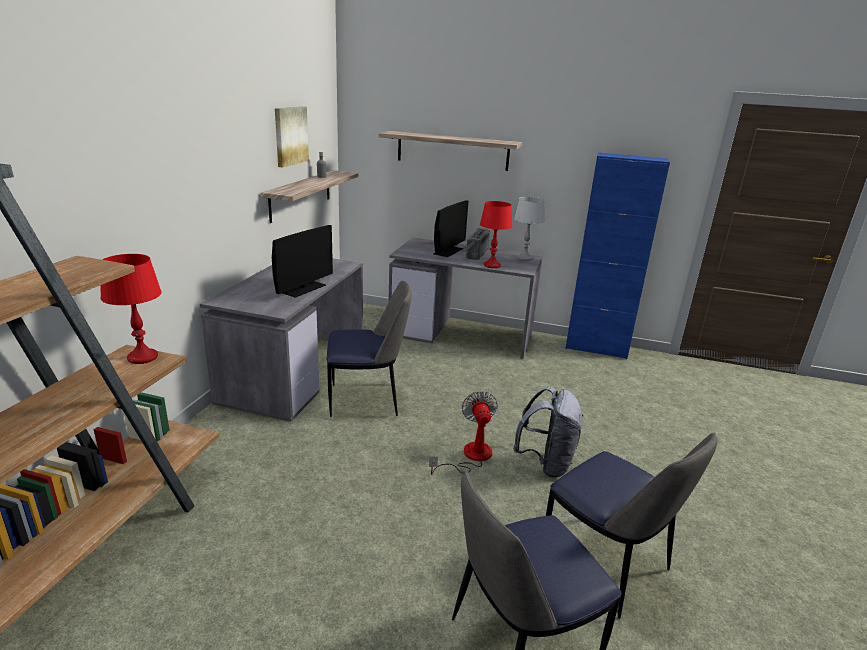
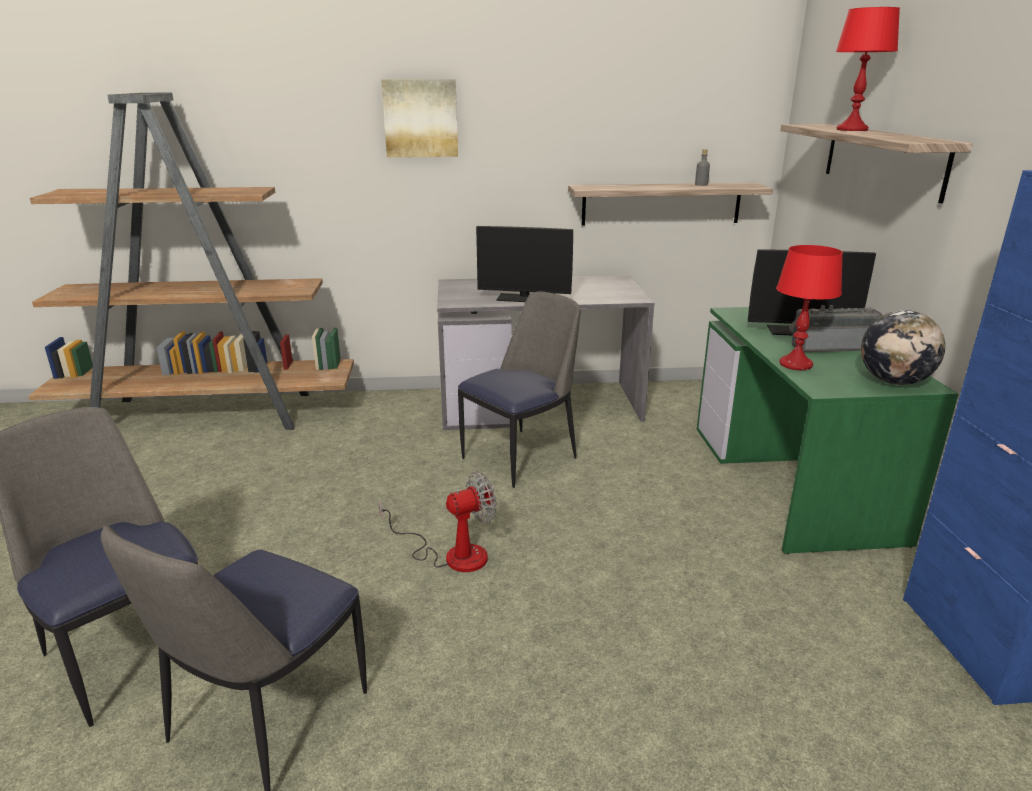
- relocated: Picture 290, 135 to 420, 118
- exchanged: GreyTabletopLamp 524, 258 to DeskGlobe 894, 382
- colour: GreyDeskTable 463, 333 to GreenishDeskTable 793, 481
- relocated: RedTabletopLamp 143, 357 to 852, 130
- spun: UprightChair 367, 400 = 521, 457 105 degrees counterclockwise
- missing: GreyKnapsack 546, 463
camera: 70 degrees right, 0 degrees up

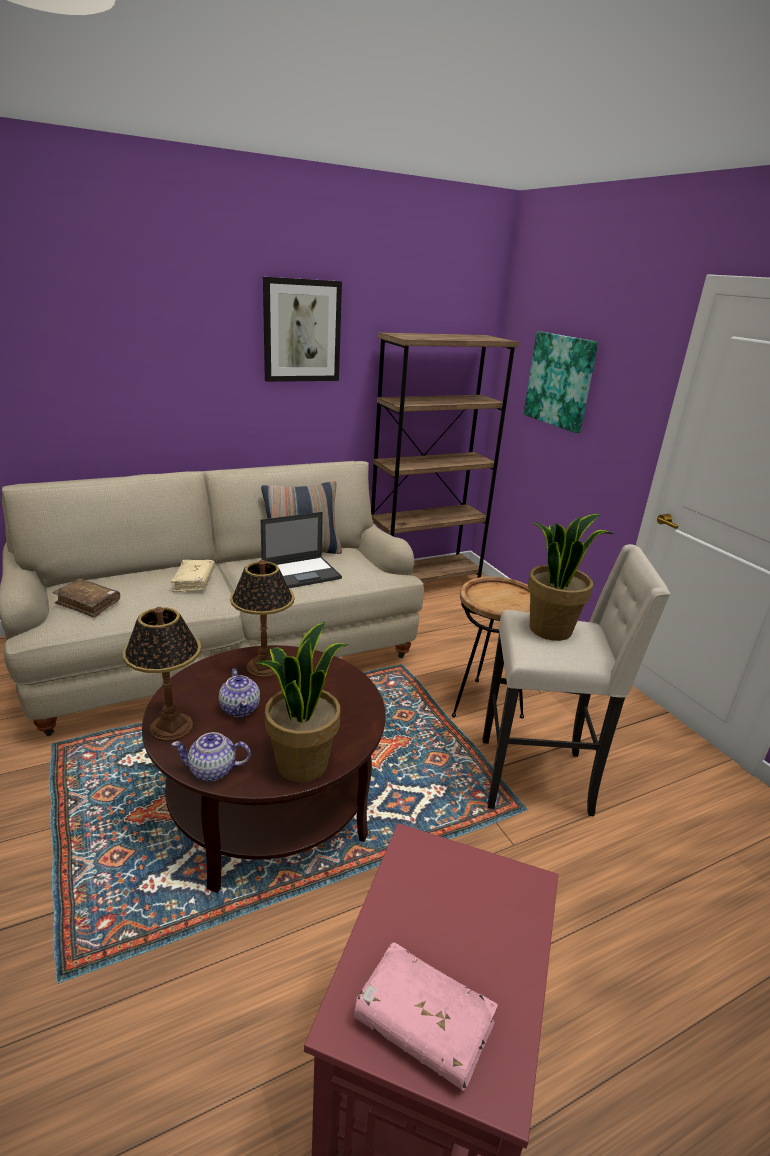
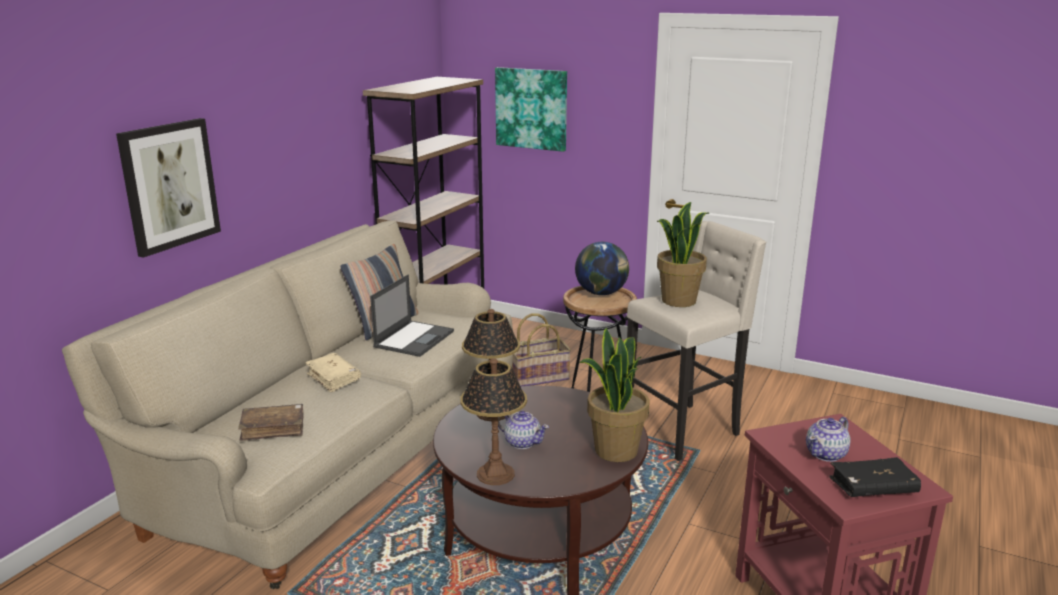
- relocated: Picture 302, 331 to 169, 185
- relocated: TeaPot 213, 770 to 826, 454
- colour: PinkVolume 423, 1023 to BlackishVolume 872, 487
- appeared: DeskGlobe 601, 293
- appeared: HouseholdBasket 538, 377
camera: 35 degrees left, 5 degrees down

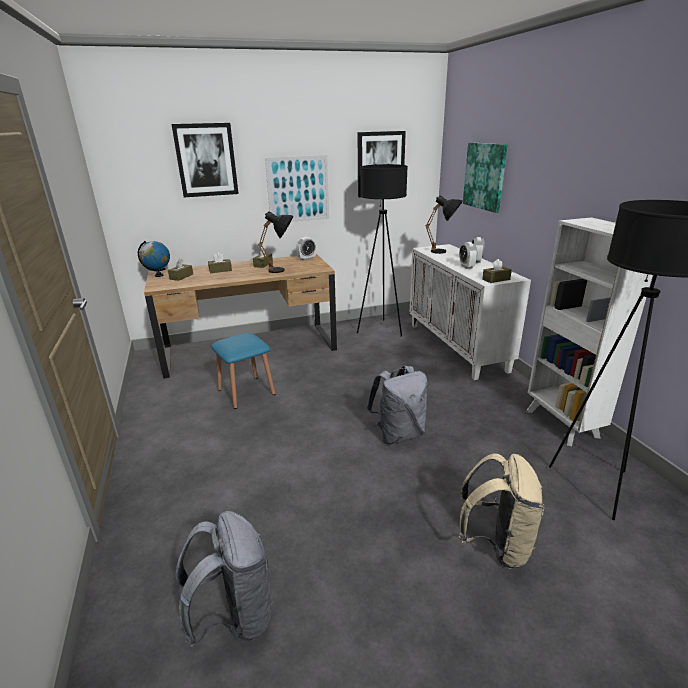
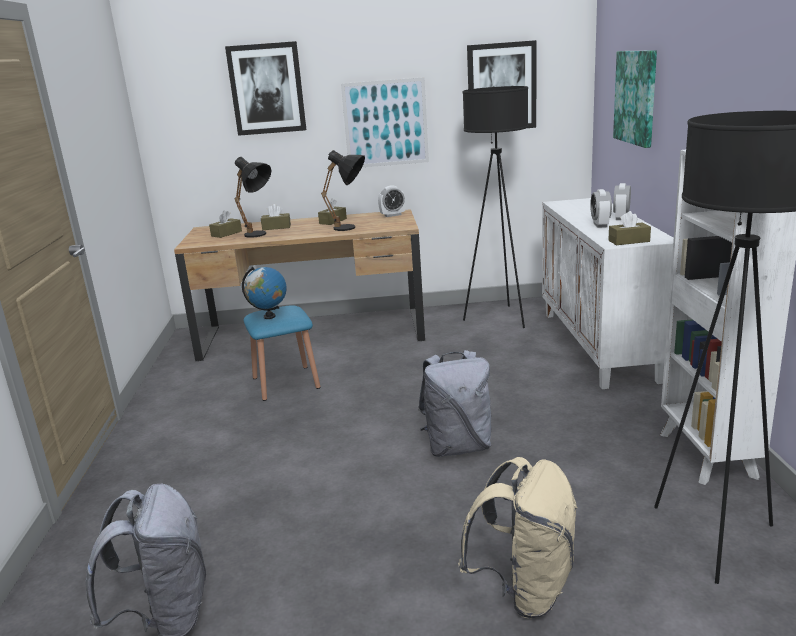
- relocated: BlackishTabletopLamp 444, 252 to 259, 235
- relocated: DeskGlobe 159, 275 to 269, 316
camera: 15 degrees right, 5 degrees down

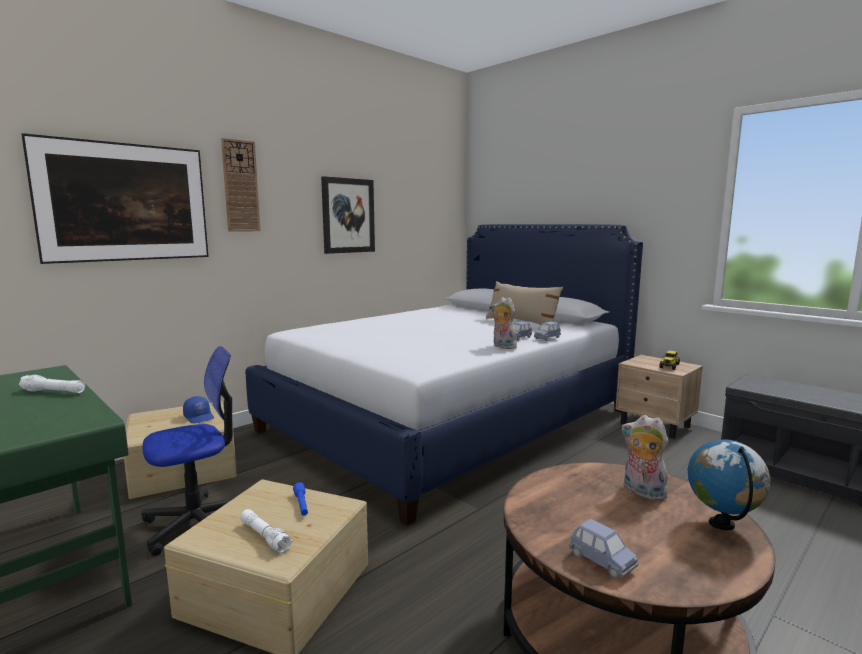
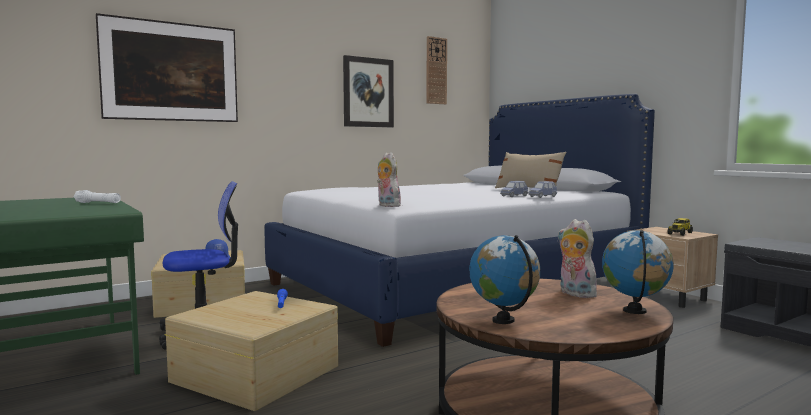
- relocated: WallClock 240, 186 to 436, 71
- relocated: SoftToy 502, 346 to 387, 206
- missing: WhitishHandTorch 264, 537
- exchanged: BlueModelCar 602, 561 to DeskGlobe 503, 320
camera: 10 degrees right, 5 degrees down

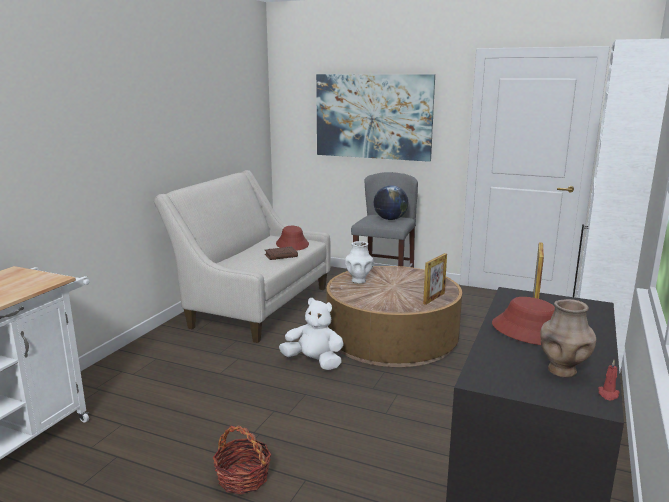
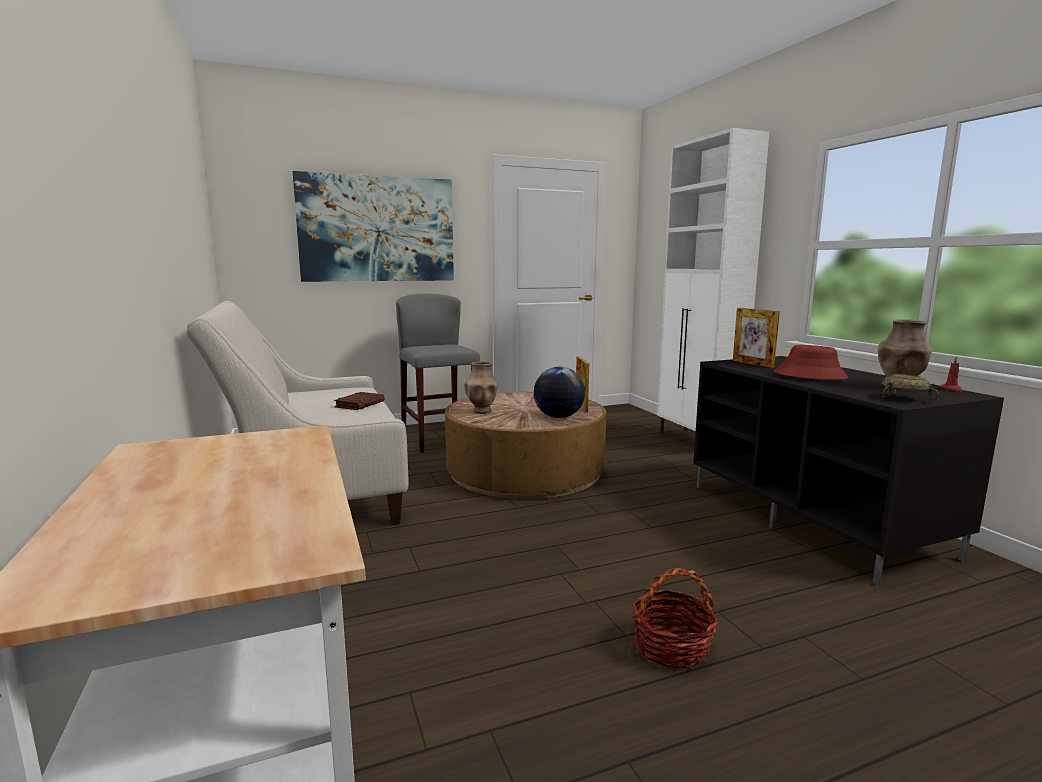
- relocated: DeskGlobe 390, 219 to 558, 417
- missing: RedWearableHat 292, 244
- colour: WhitishFlowerVase 359, 280 to BrownColouredFlowerVase 482, 411
- missing: WhitishSoftToy 314, 362
- appeared: BeigeBowl 904, 398
camera: 45 degrees left, 5 degrees down

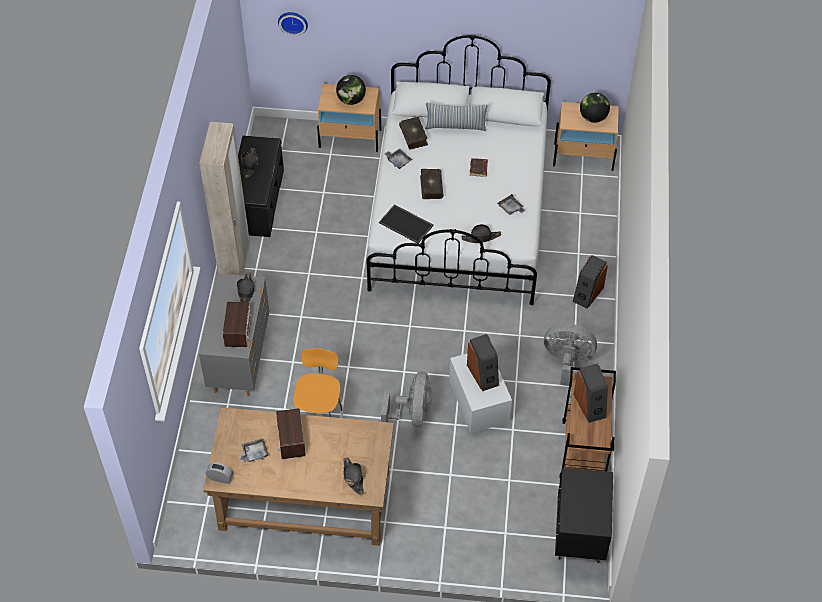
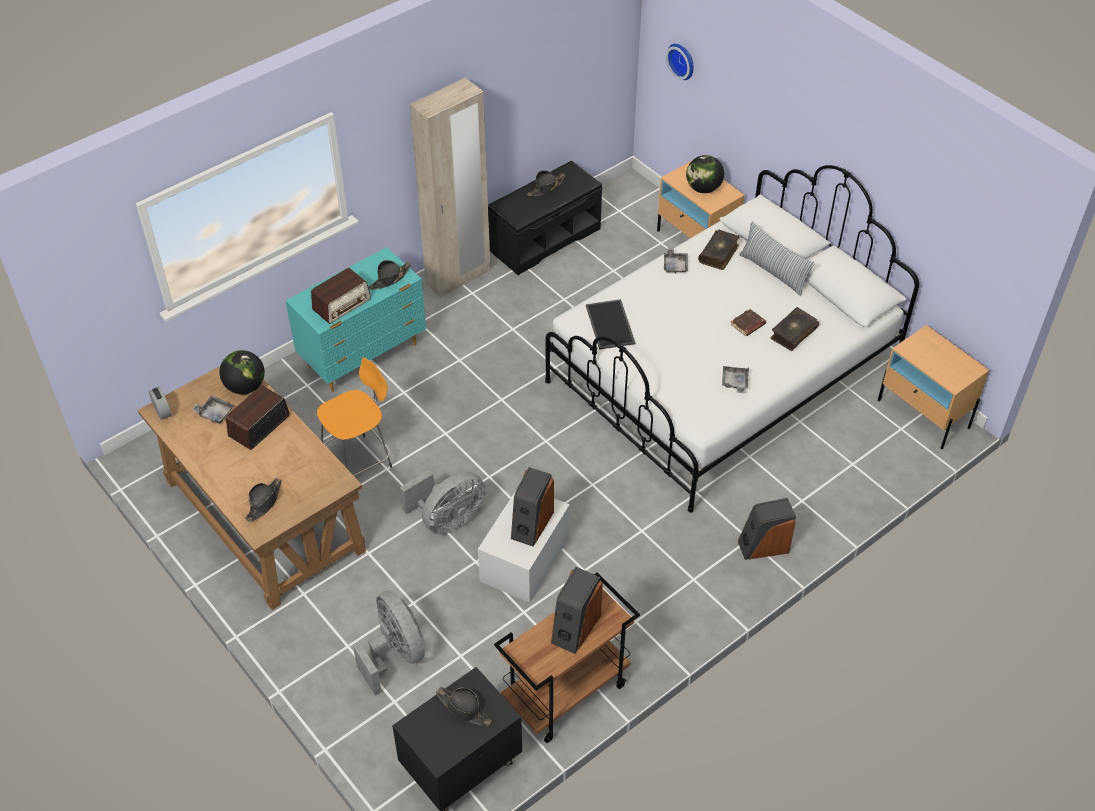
- relocated: DeskGlobe 593, 118 to 245, 387
- relocated: Volume 431, 187 to 793, 333
- relocated: BlackishWearableHat 481, 237 to 464, 709
- colour: GreyDrawerChest 240, 358 to BlueGreenDrawerChest 364, 356
- relocated: GreyFan 568, 364 to 395, 654
camera: 45 degrees right, 5 degrees down

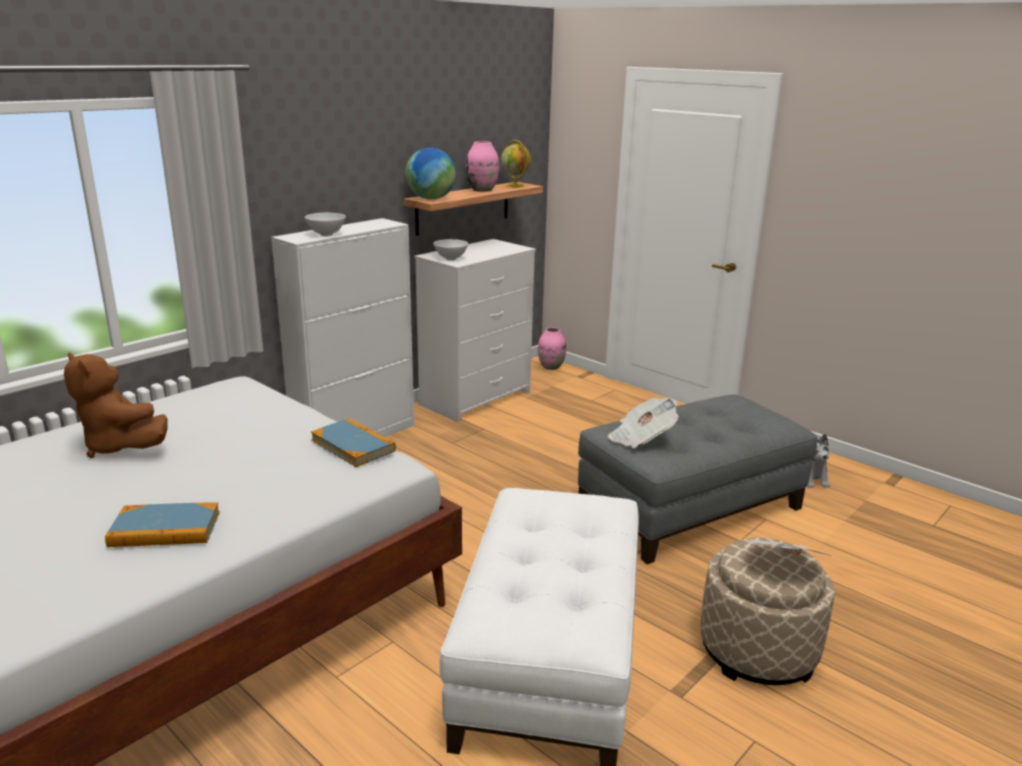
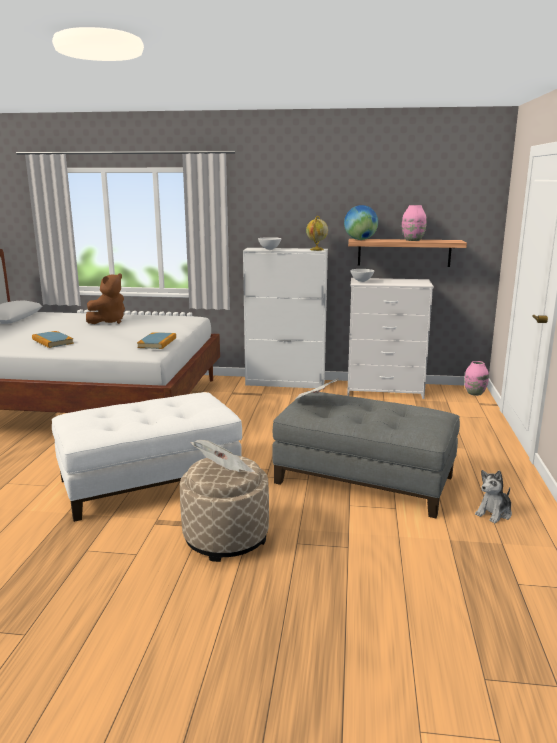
- relocated: DeskGlobe 515, 186 to 316, 250
- spun: BrownColouredSoftToy 120, 446 = 109, 321 150 degrees counterclockwise
camera: 55 degrees right, 5 degrees down

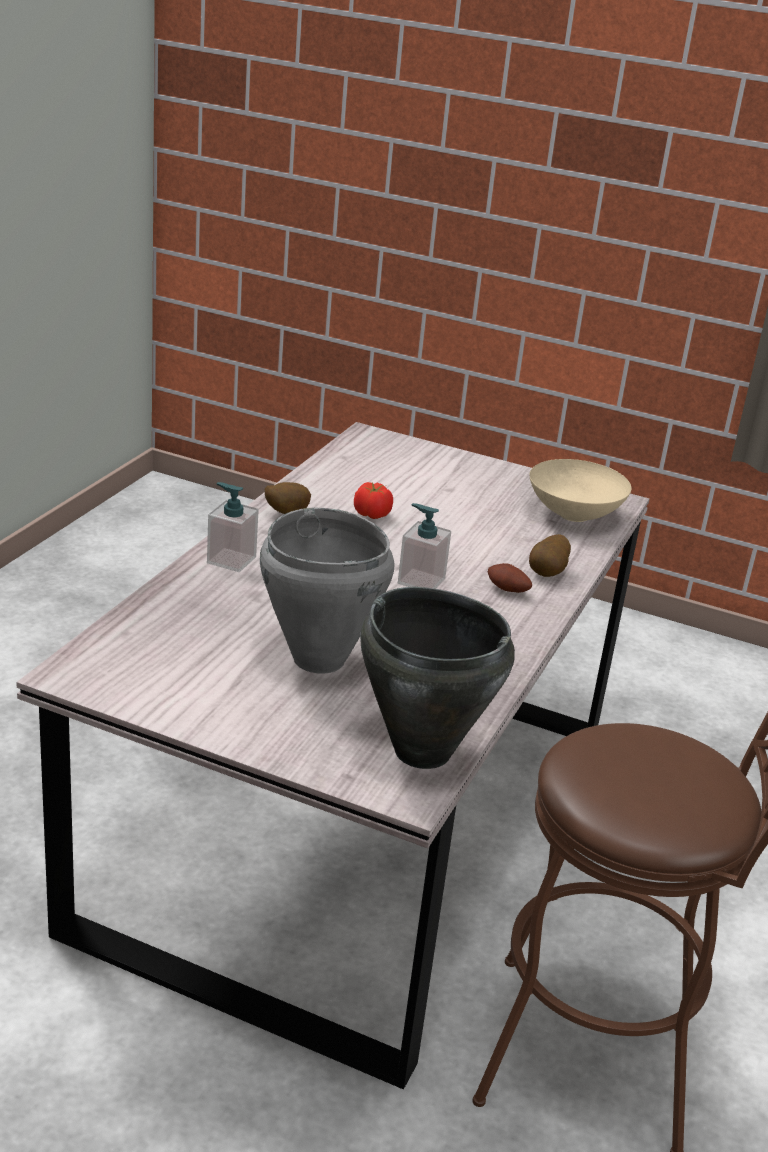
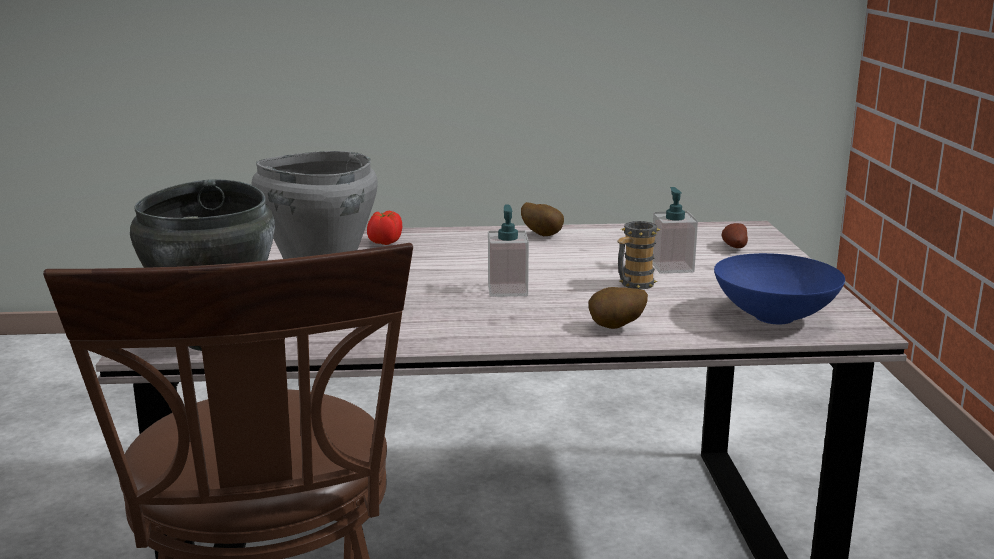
- colour: BeigeBowl 573, 514 to BlueBowl 775, 316
- relocated: SoapBottle 231, 560 to 672, 267
- relocated: FreshTomato 372, 515 to 384, 242
- relocated: WholePotato 507, 590 to 733, 247
- appeared: TeaMug 633, 285
camera: 65 degrees right, 10 degrees down

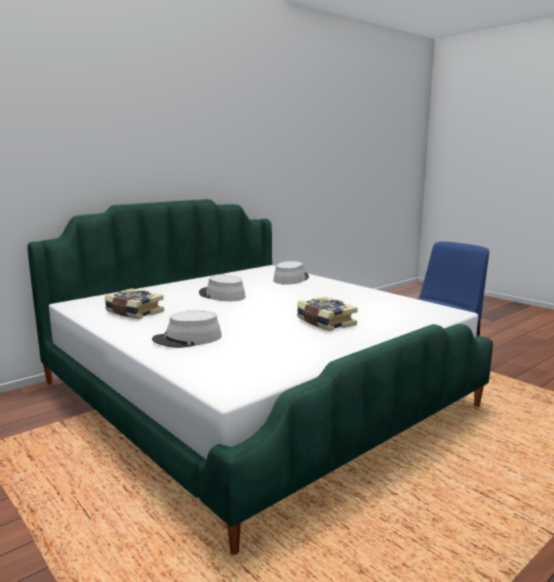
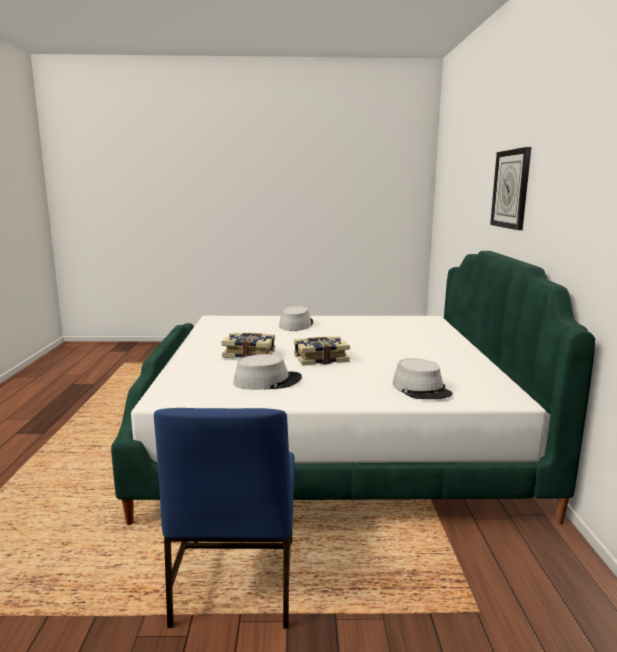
- relocated: GreyWearableHat 222, 295 to 267, 381
- relocated: Volume 134, 313 to 320, 359
- appeared: WallClock 511, 189
camera: 130 degrees right, 0 degrees up

